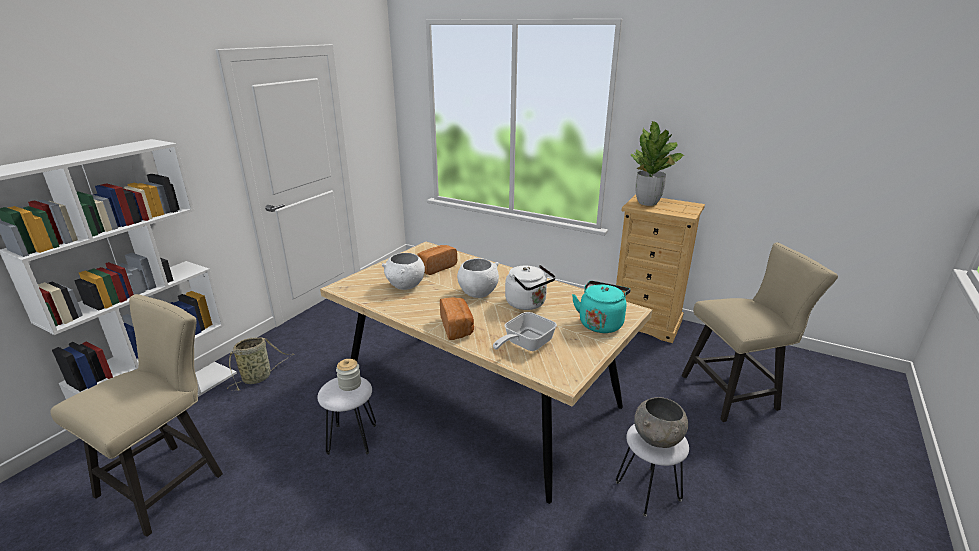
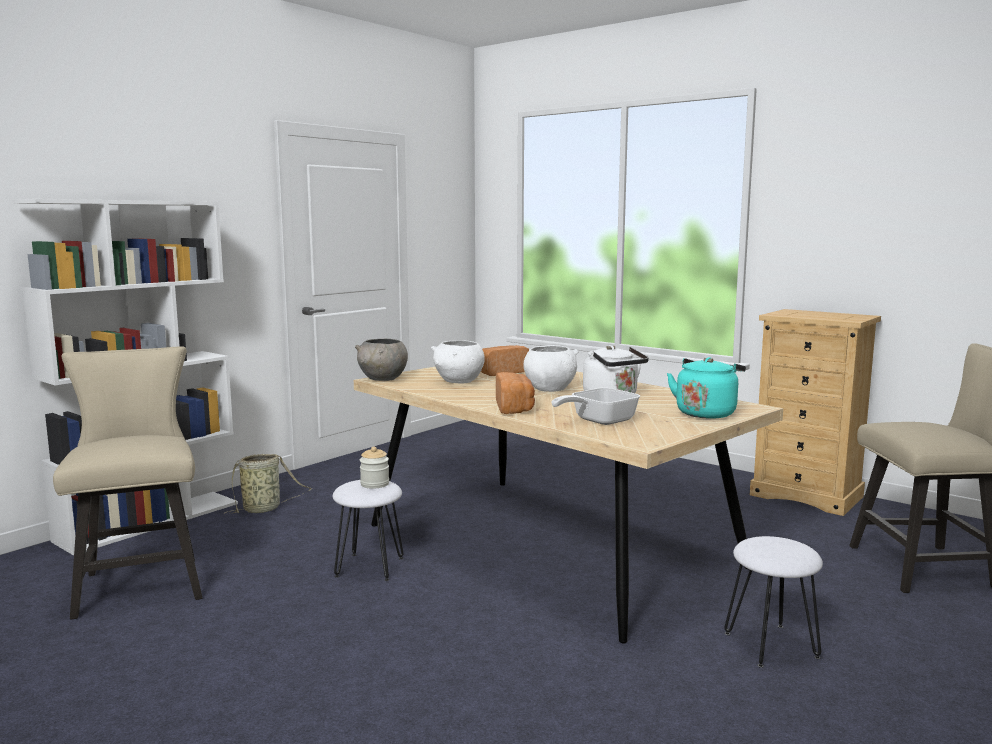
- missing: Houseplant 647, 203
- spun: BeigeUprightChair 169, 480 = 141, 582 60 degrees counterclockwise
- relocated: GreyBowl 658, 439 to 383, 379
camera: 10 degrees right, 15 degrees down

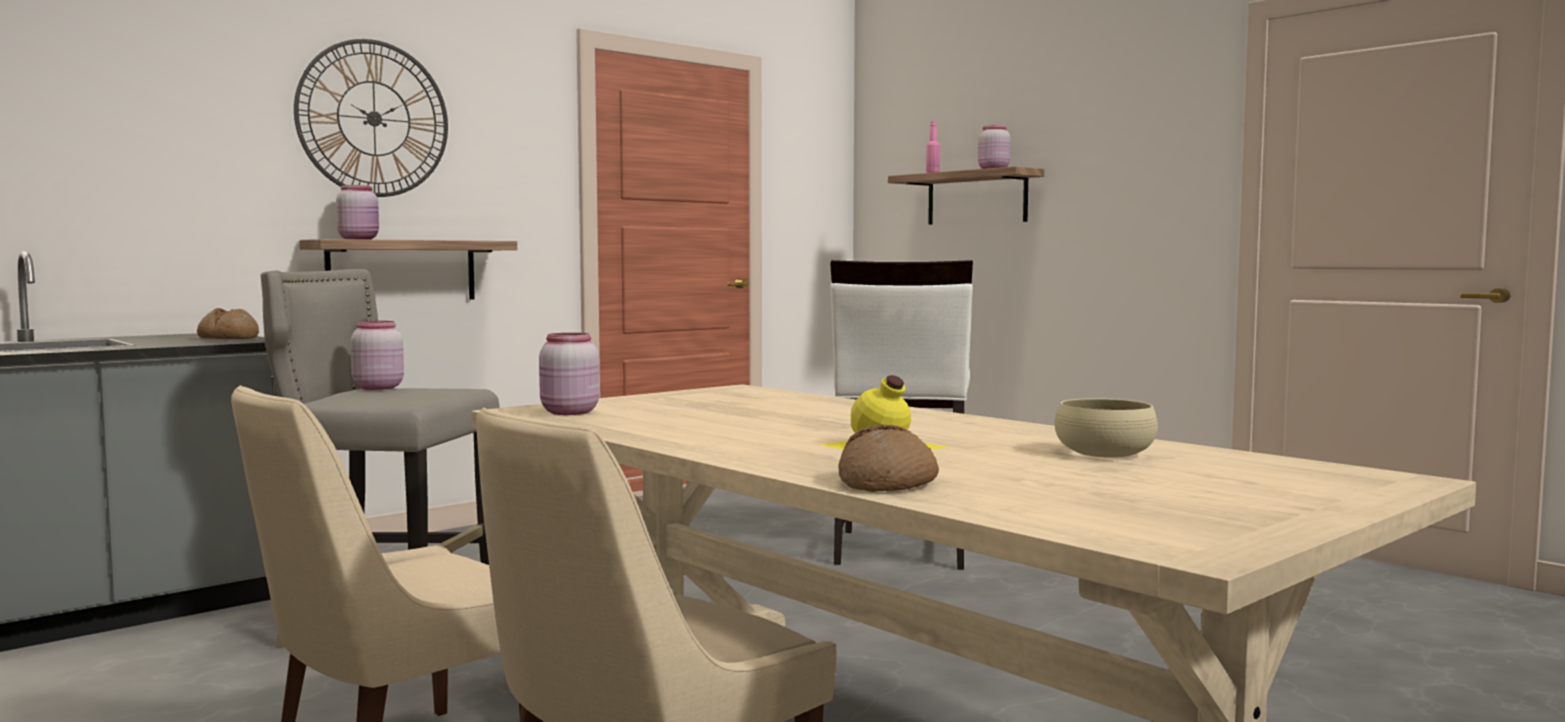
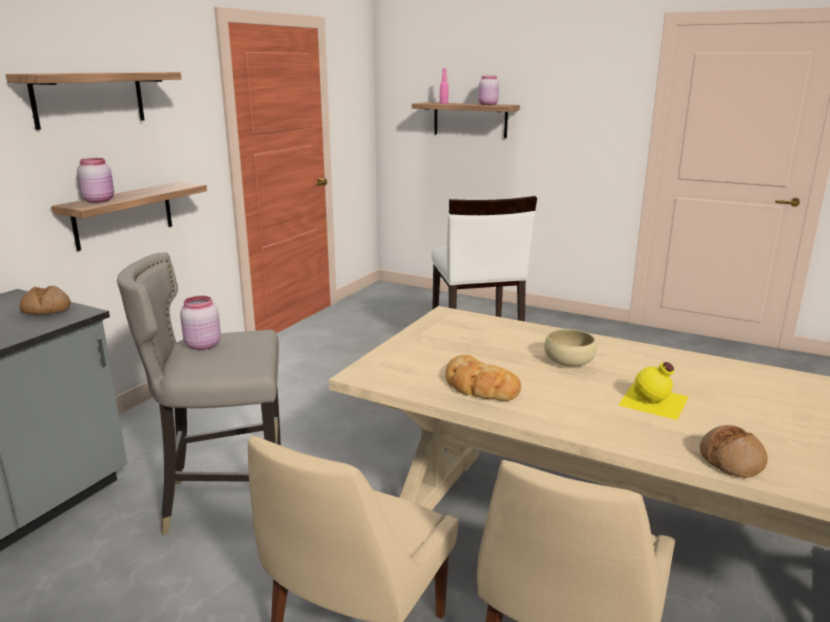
- exchanged: WallClock 373, 118 to WallShelf 89, 99
- missing: PinkStorageJar 568, 412
- relocated: BeigeBowl 1104, 453 to 568, 361
- appeared: BakedBread 479, 386
camera: 20 degrees left, 15 degrees up

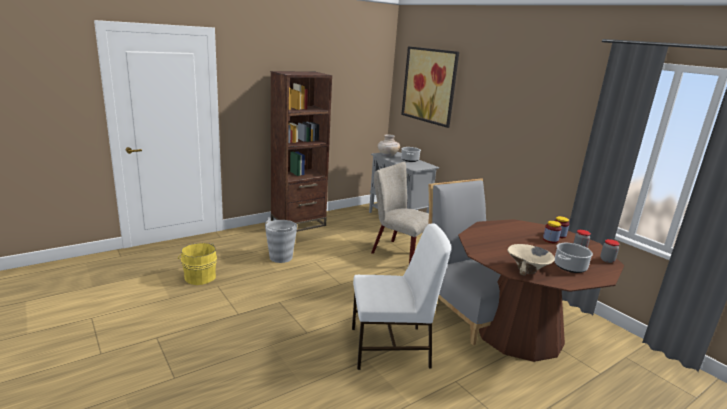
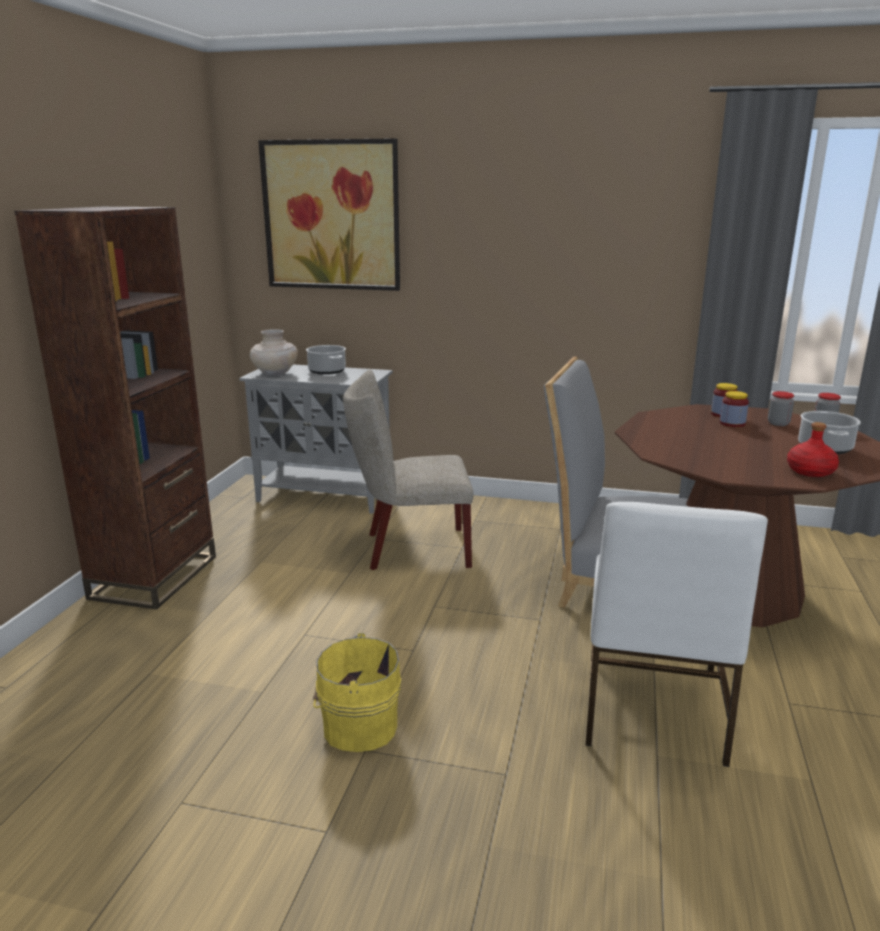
- missing: GreyWaterBucket 280, 257
- spun: WhitishUprightChair 391, 347 = 651, 709 150 degrees clockwise
- relocated: YellowWaterBucket 199, 276 to 356, 726
- exchanged: BeigeBowl 527, 270 to RedBeverageBottle 811, 471
camera: 40 degrees left, 0 degrees up

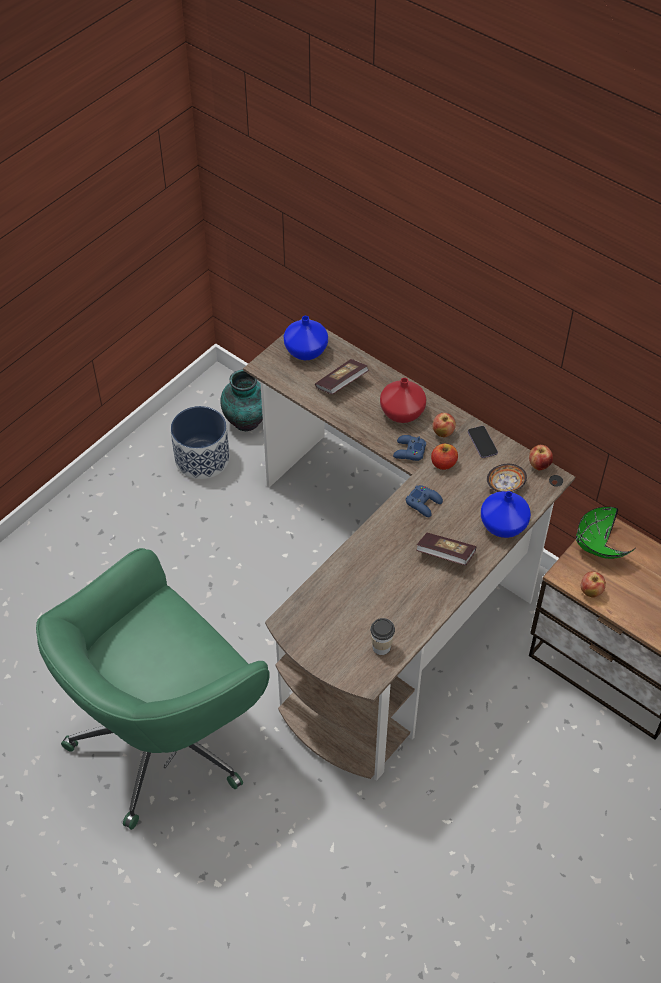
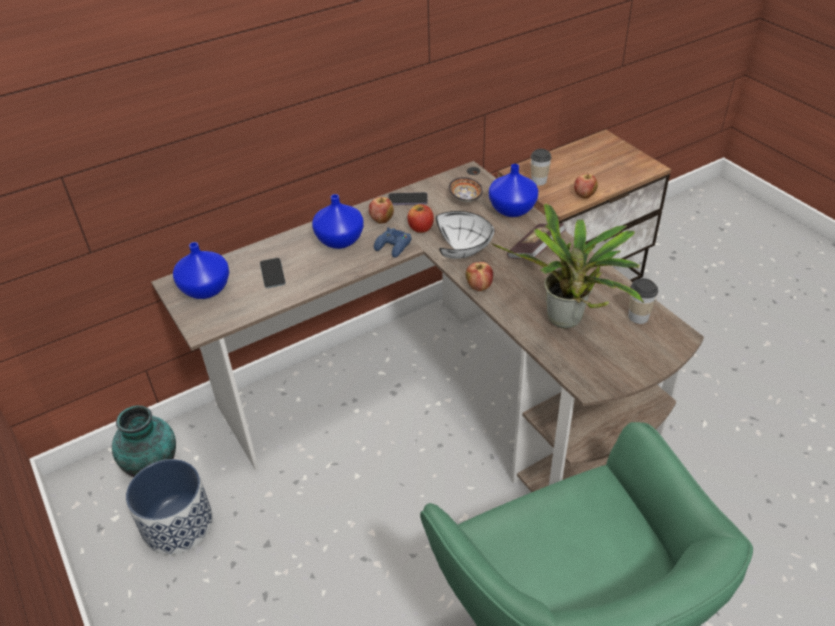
- exchanged: Volume 341, 384 to Handset 272, 273
- colour: RedFlowerVase 402, 412 to BlueFlowerVase 339, 240
- relocated: AppleFruit 539, 465 to 479, 286
- exchanged: BlueGamepad 424, 503 to WhitishBowl 464, 250
- exchanged: GreenishBowl 599, 547 to SmallCup 539, 181
- appeared: Houseplant 566, 322
camera: 70 degrees left, 10 degrees down

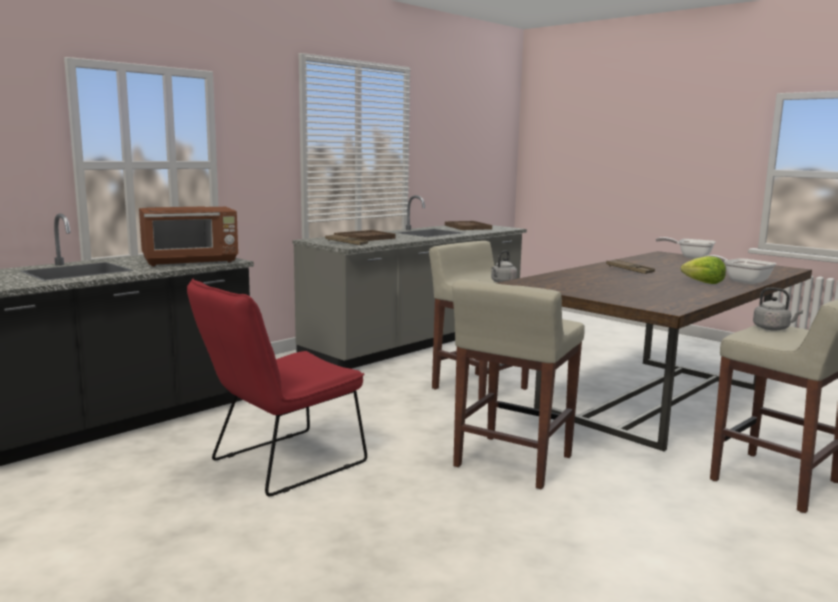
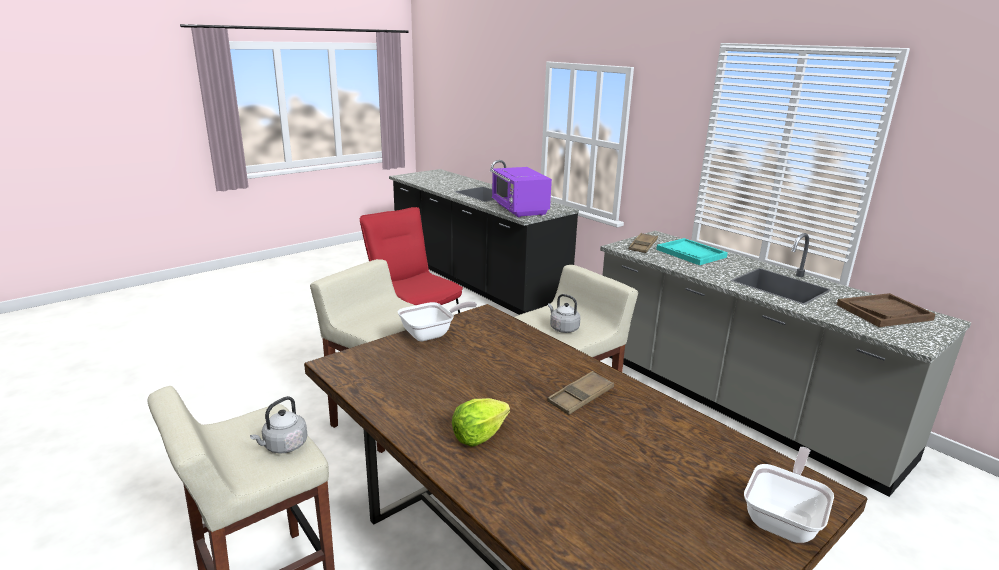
- colour: BrownColouredMicrowaveOven 191, 261 to PurpleMicrowaveOven 519, 209
- colour: BrownColouredServingTray 364, 238 to BlueGreenServingTray 691, 253
- relocated: Pan 742, 281 to 432, 334
camera: 95 degrees right, 10 degrees up

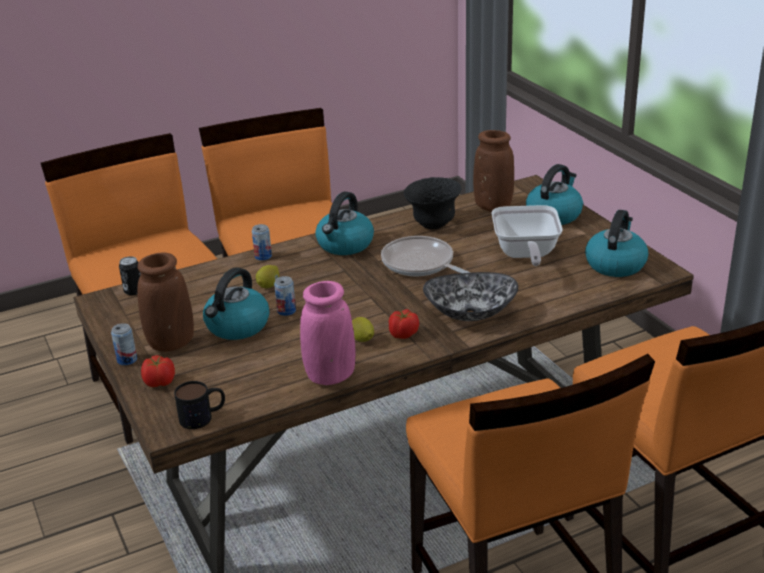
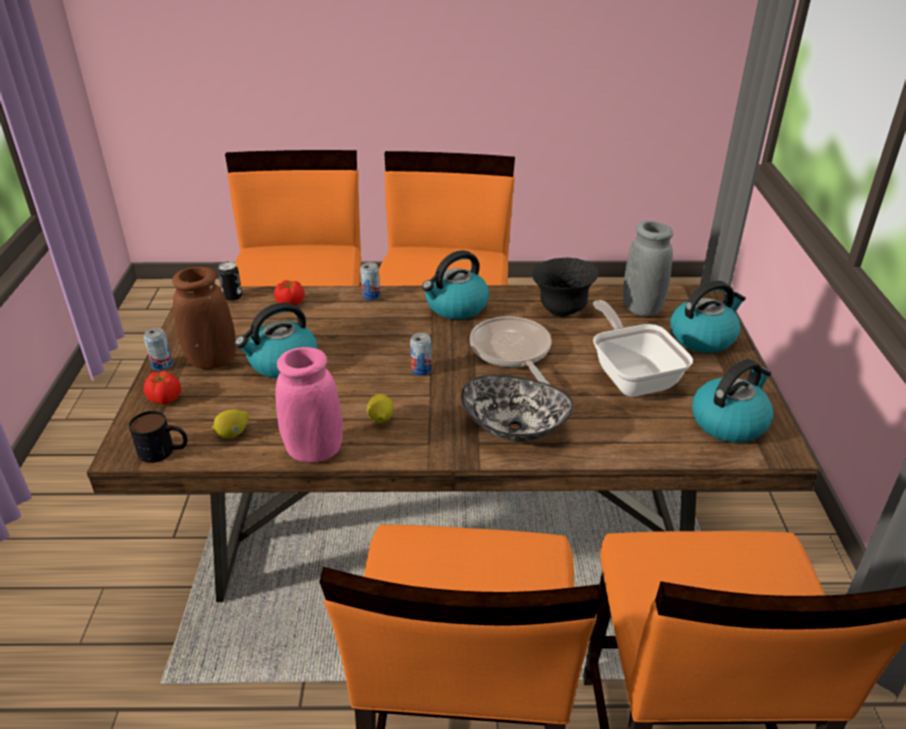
- colour: BrownColouredFlowerVase 493, 206 to GreyFlowerVase 642, 308
- spun: Pan 525, 255 = 632, 376 135 degrees clockwise
- relocated: CitrusFruit 269, 285 to 233, 434
- relocated: MetalCan 286, 311 to 421, 370
- relocated: FreshTomato 403, 334 to 290, 303
camera: 25 degrees right, 5 degrees up

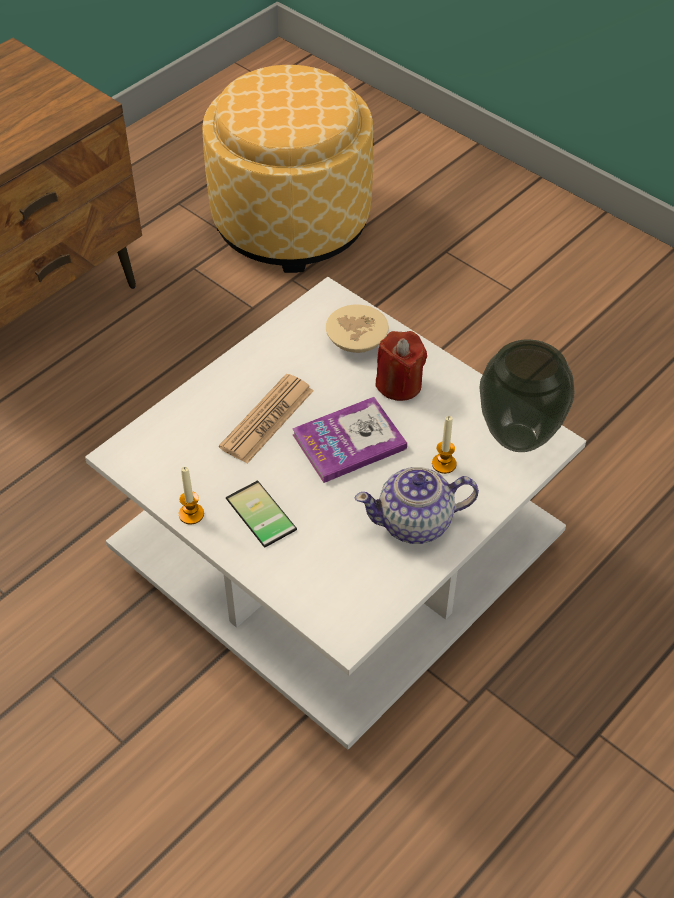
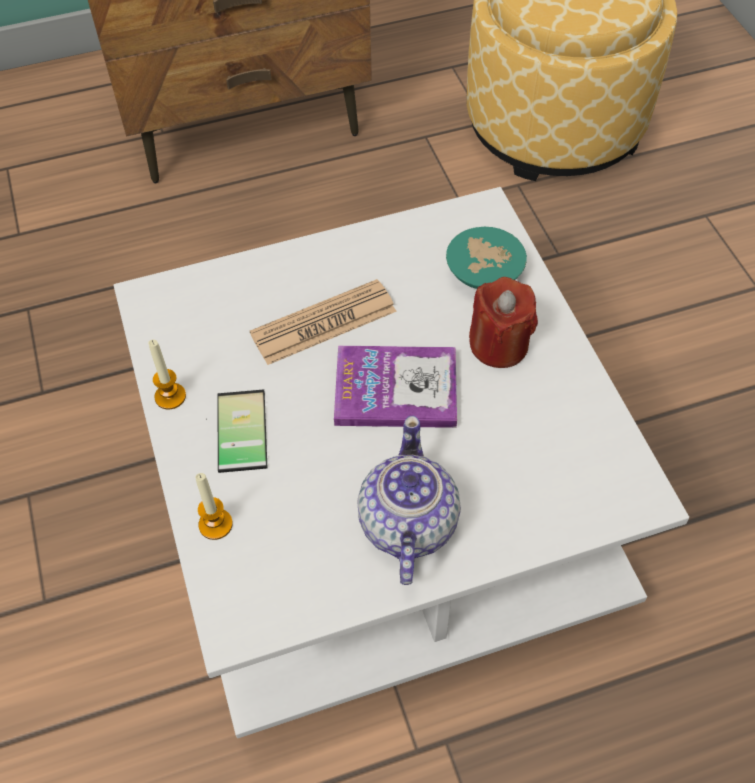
- colour: BeigeBowl 354, 339 to BlueGreenBowl 482, 270
- missing: FlowerVase 519, 437
- relocated: Candle 444, 464 to 215, 524
- spun: TeaPot 416, 523 = 407, 525 75 degrees clockwise
camera: 30 degrees right, 5 degrees up

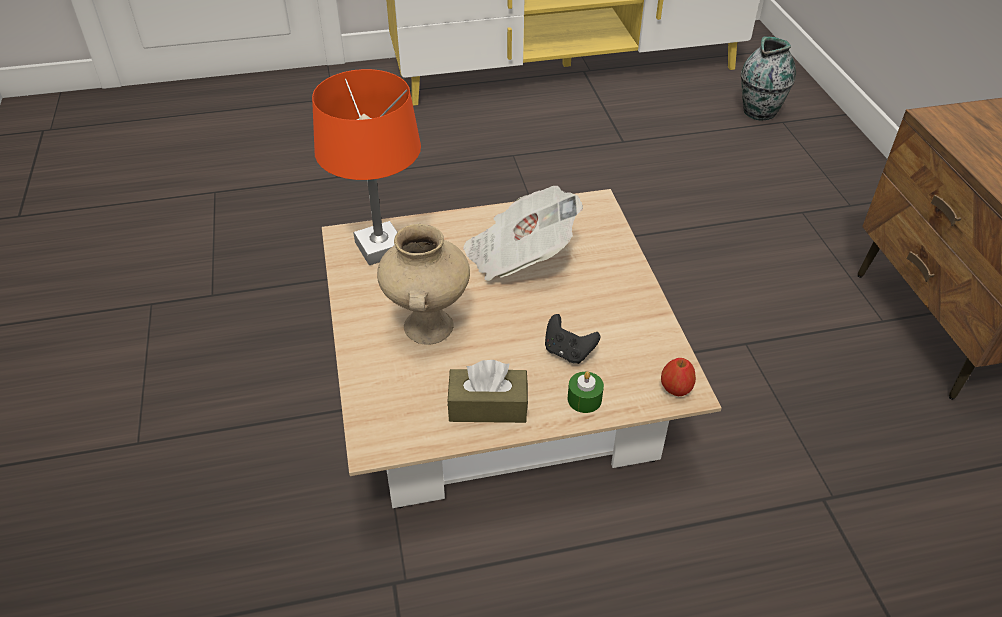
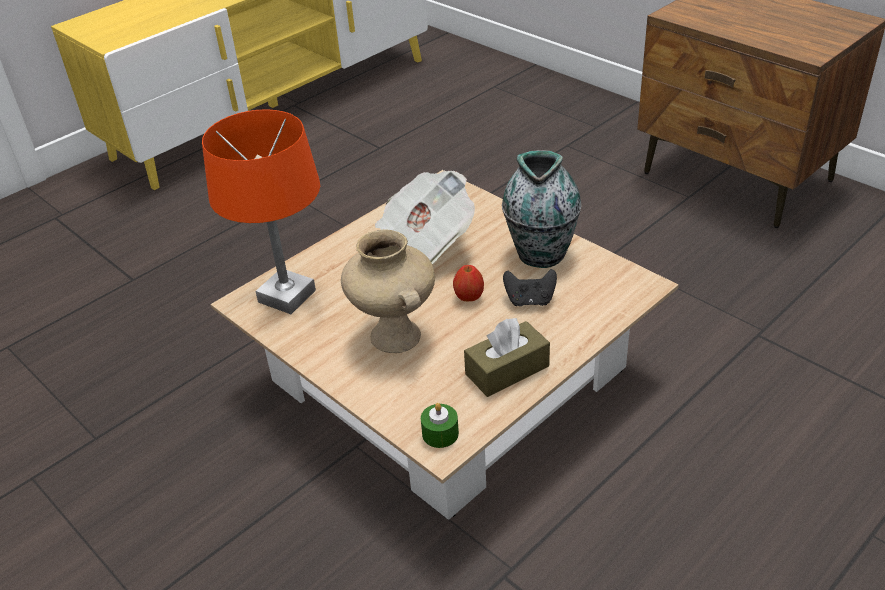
- relocated: FlowerVase 759, 111 to 541, 253
- relocated: AppleFruit 675, 389 to 468, 297
- relocated: GreenishCandle 584, 399 to 440, 433
camera: 30 degrees left, 5 degrees down

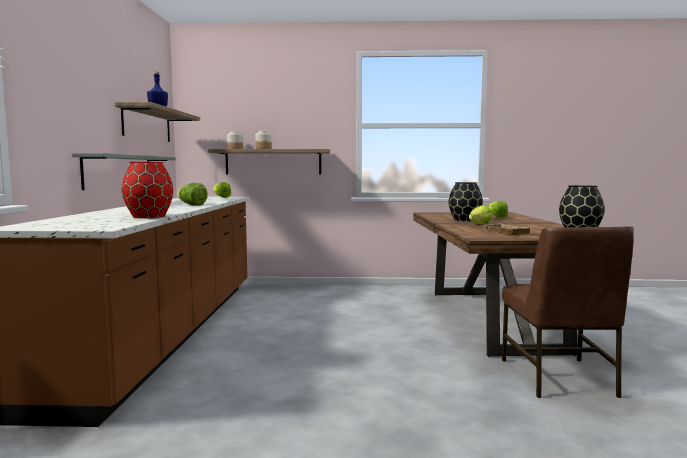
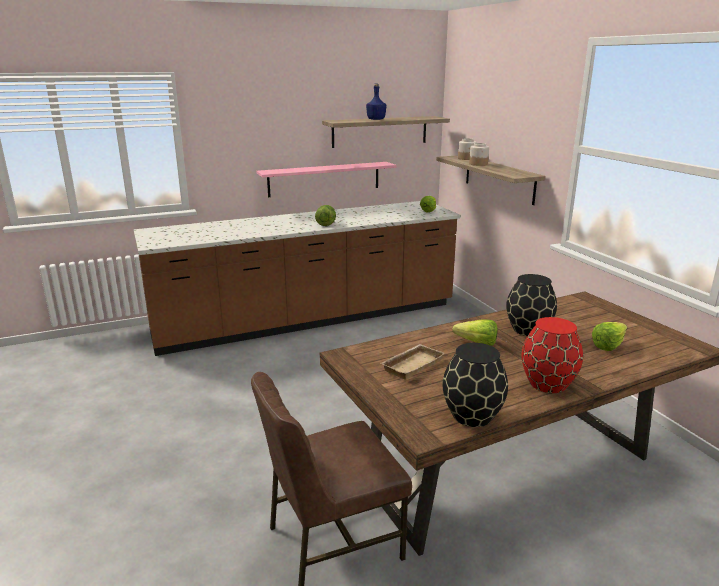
- colour: GreyWallShelf 119, 171 to PinkWallShelf 324, 179
- relocated: RedFlowerVase 148, 216 to 547, 384
camera: 65 degrees right, 15 degrees up

